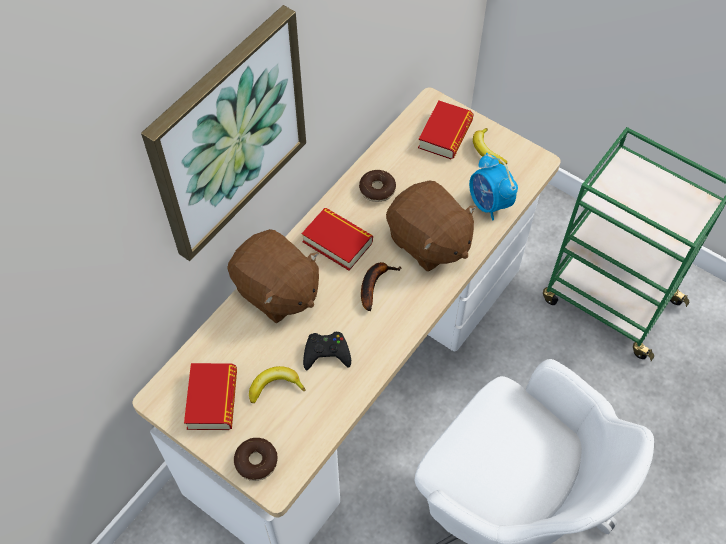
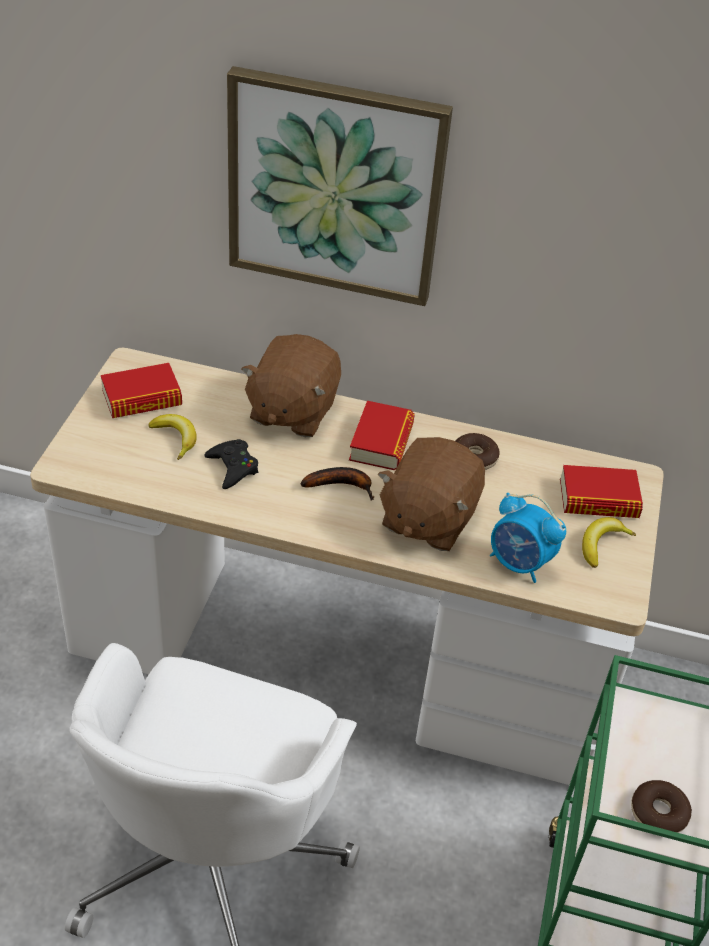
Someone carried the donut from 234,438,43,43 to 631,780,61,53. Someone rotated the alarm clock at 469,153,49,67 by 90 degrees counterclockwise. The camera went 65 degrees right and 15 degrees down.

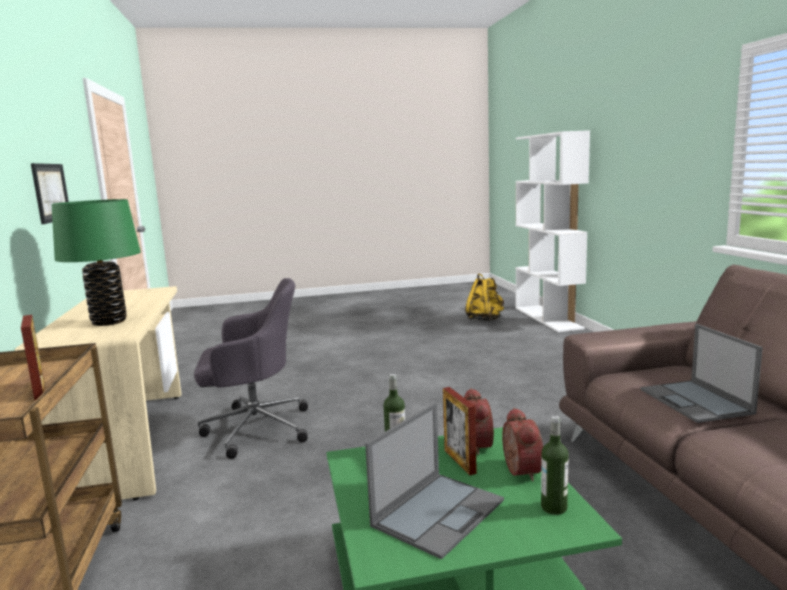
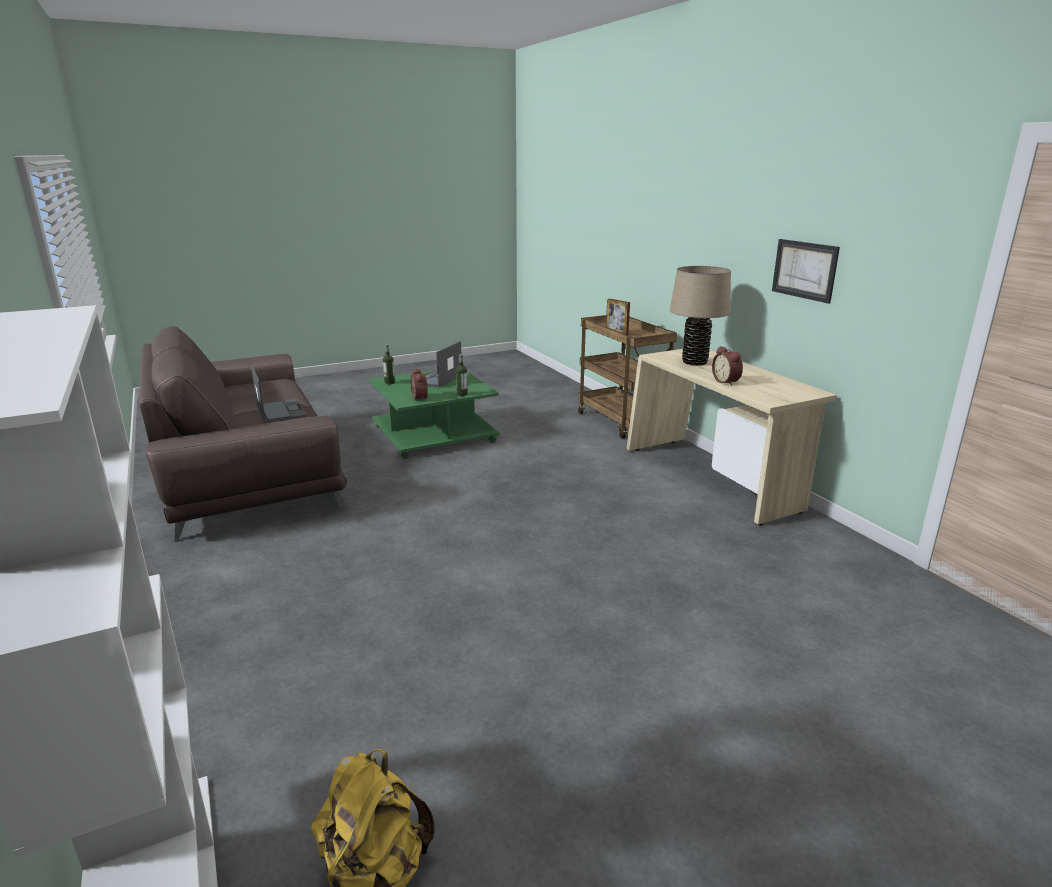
Someone repainted the table lamp/green at 52,199,89,127, which became the table lamp/beige at 670,266,61,100. Someone took away the office chair/grey at 194,278,114,181. Someone took away the picture frame at 443,387,34,88. Someone carried the alarm clock from 502,407,41,75 to 712,346,31,40. The camera went 165 degrees right and 10 degrees up.

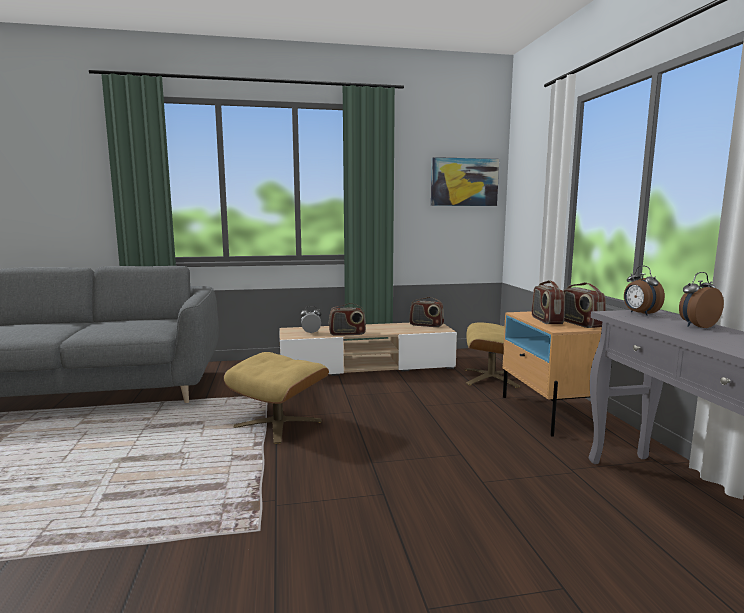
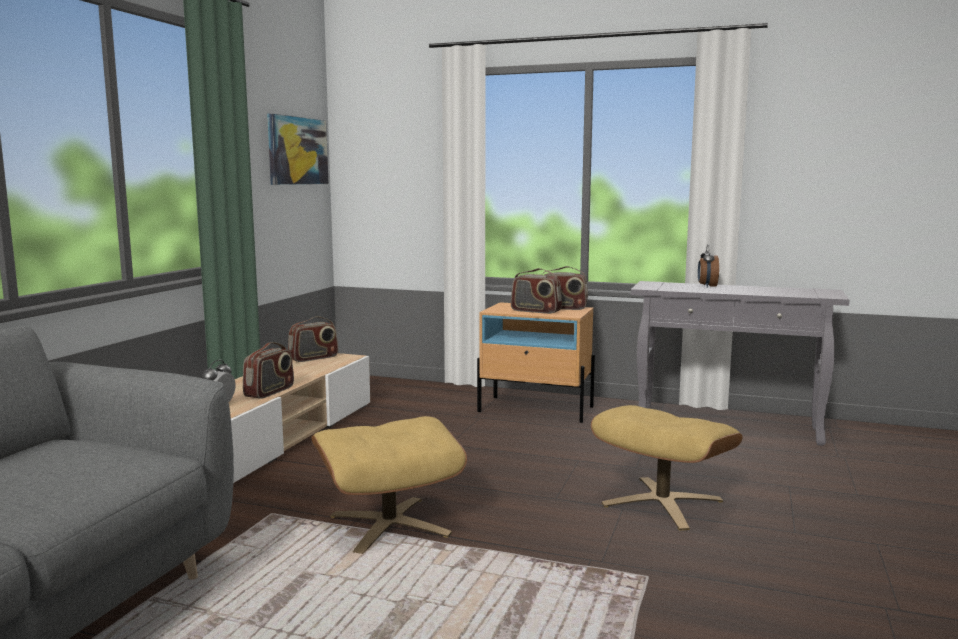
Someone carried the ottoman/beige from 465,322,55,66 to 591,405,152,125. Someone took away the alarm clock at 624,266,41,50. The camera went 60 degrees left and 0 degrees up.

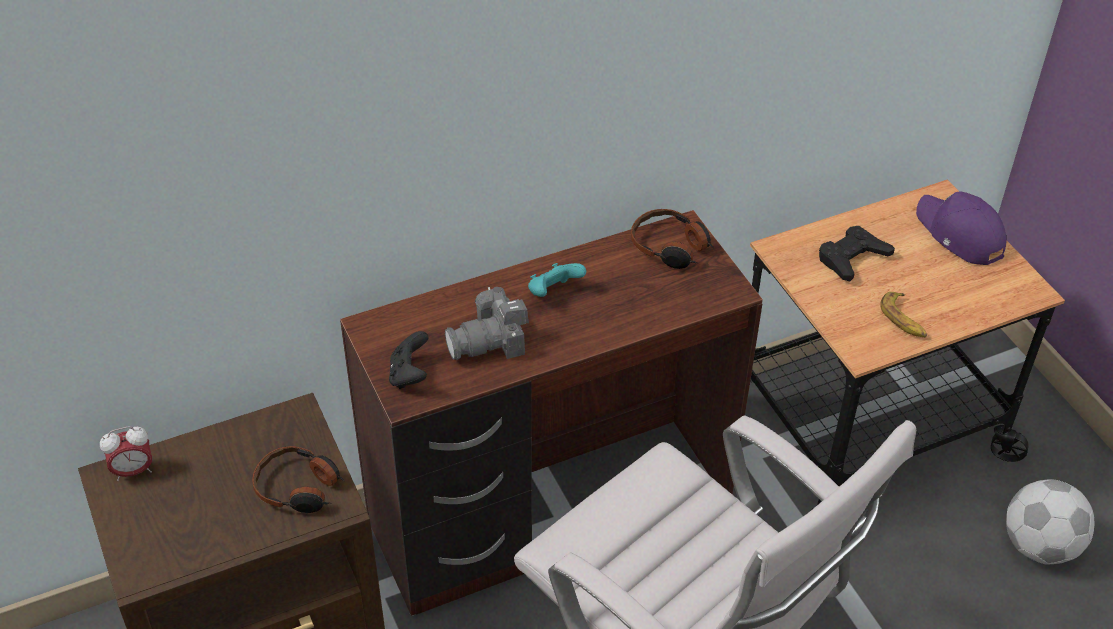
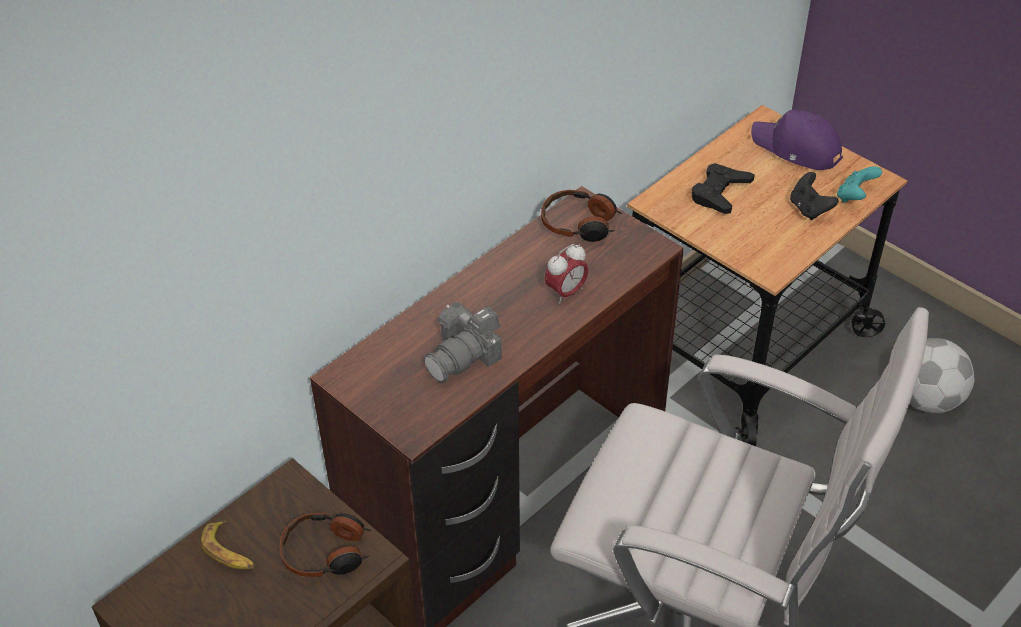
Someone carried the alarm clock from 100,426,52,55 to 545,244,44,60. Someone carried the game controller/black from 389,331,40,58 to 790,172,48,48. Someone carried the game controller/turquoise from 528,263,58,34 to 837,166,45,36. Someone carried the banana from 880,292,47,45 to 200,520,55,49. The camera went 20 degrees left and 0 degrees up.

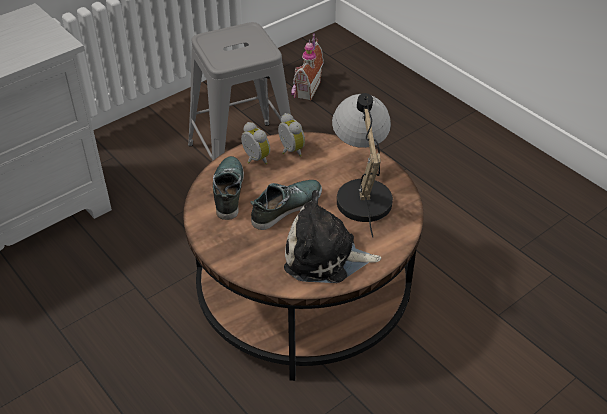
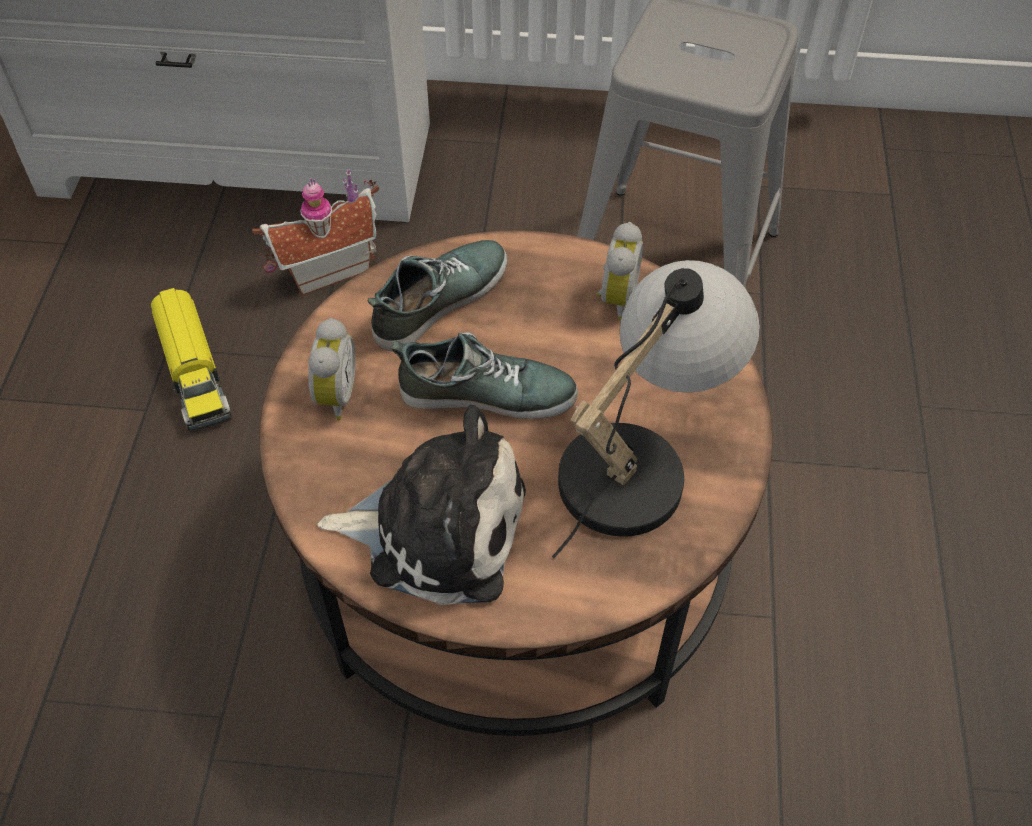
Someone carried the alarm clock from 241,122,29,43 to 308,318,47,102. Someone rotated the plush toy at 284,190,98,93 by 135 degrees clockwise. Someone carried the toy house from 291,33,33,68 to 252,170,127,126. Someone put down the toy truck at 151,288,81,143. The camera went 45 degrees right and 10 degrees up.

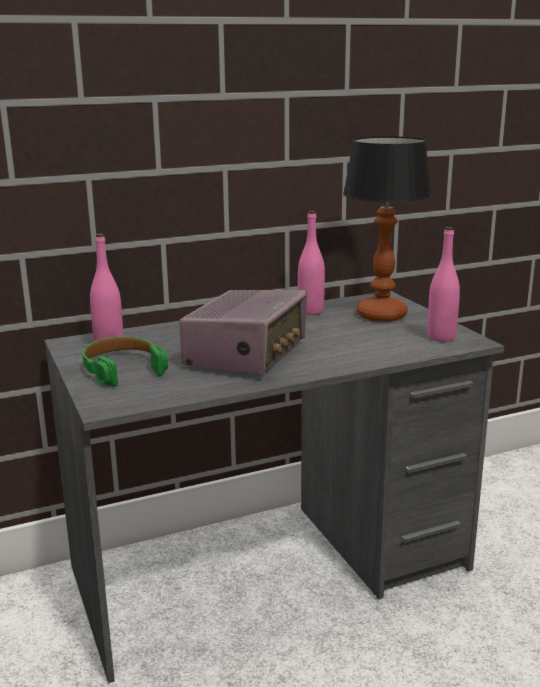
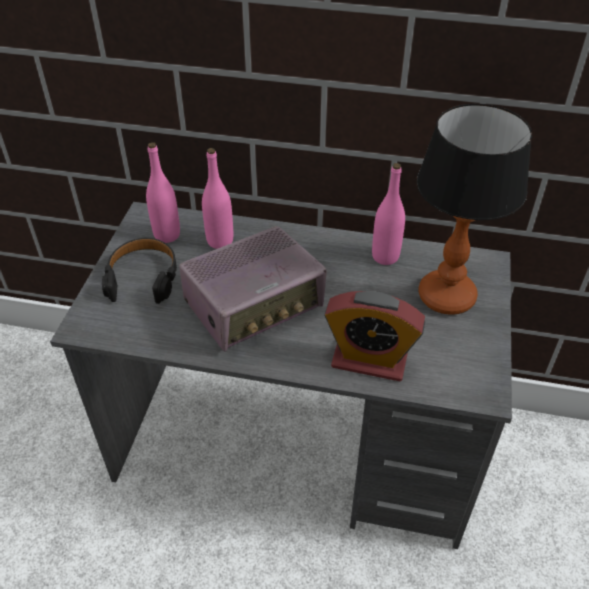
Someone repainted the headphones/green at 83,336,85,51, which became the headphones/black at 102,238,75,66. Someone carried the bottle/pink from 427,227,33,115 to 202,148,31,101. Someone put down the alarm clock at 324,291,101,90. The camera went 35 degrees right and 25 degrees up.

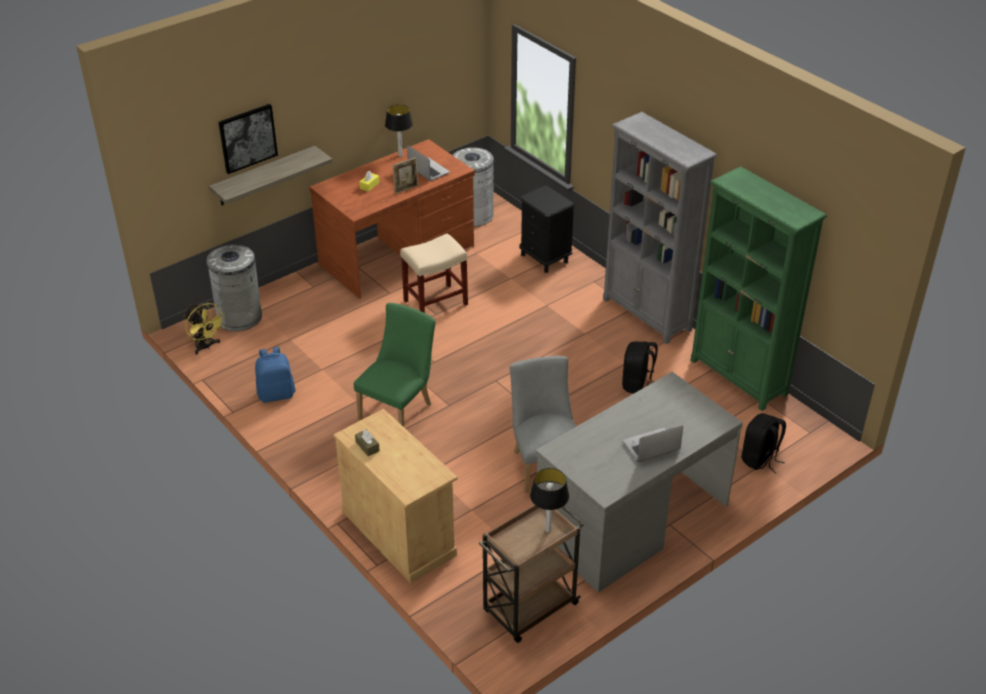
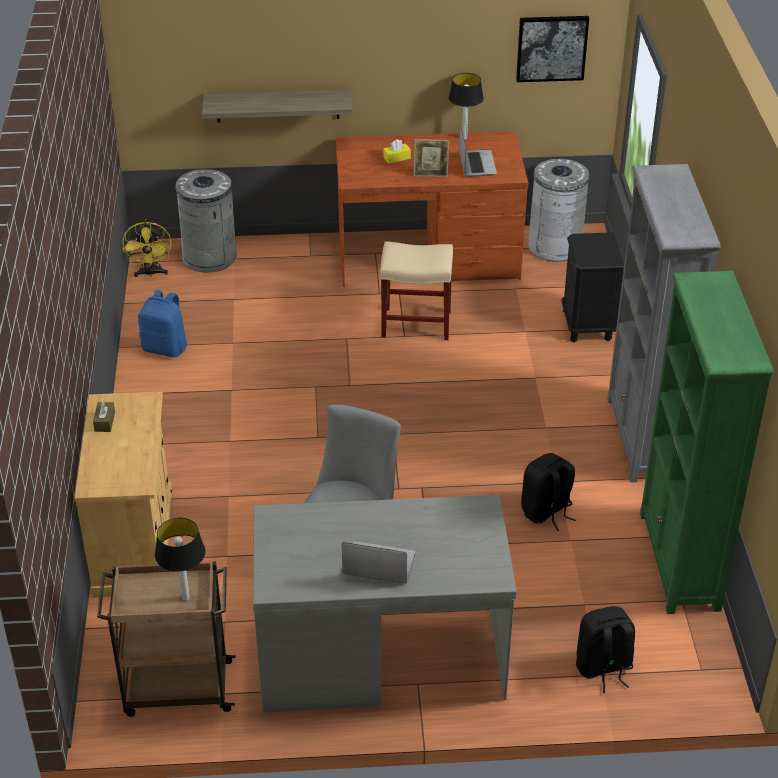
Someone carried the picture from 218,104,60,70 to 516,16,73,66. Someone took away the chair/green at 354,303,81,124. The camera went 35 degrees right and 0 degrees up.

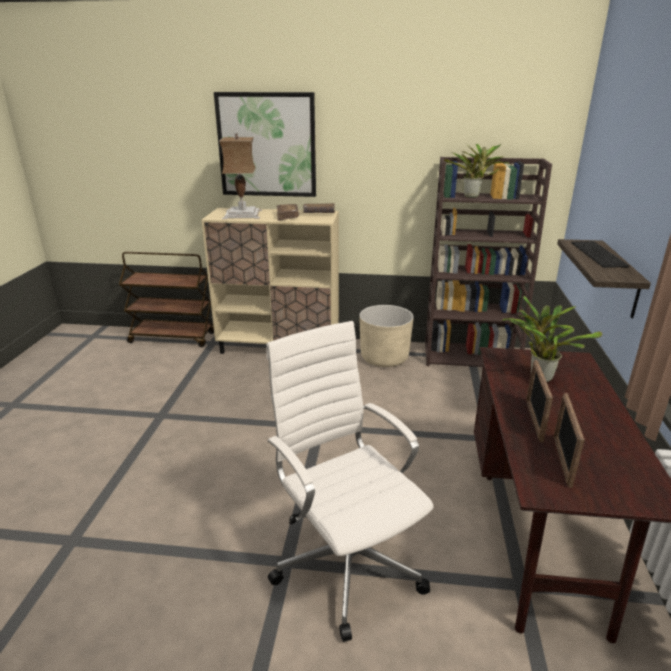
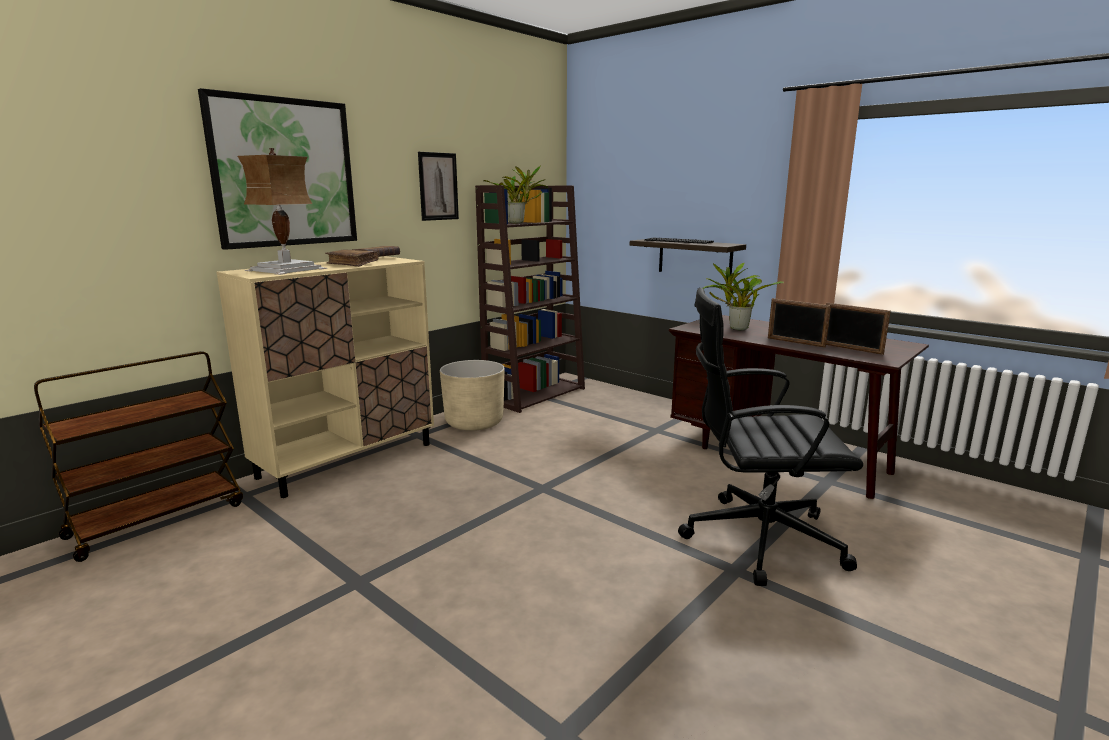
Someone repainted the office chair/white at 266,321,167,321, which became the office chair/black at 678,288,185,298. Someone put up the picture at 418,152,41,69. The camera went 55 degrees left and 10 degrees down.

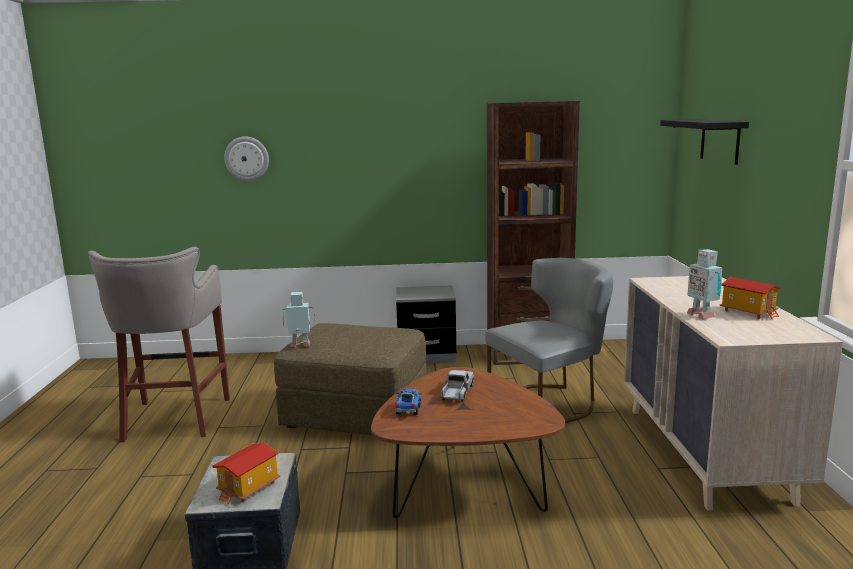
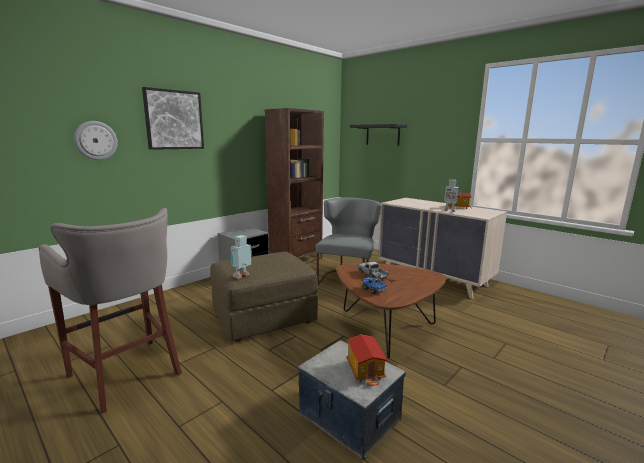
Someone put up the picture at 142,87,62,63. The camera went 45 degrees left and 0 degrees up.

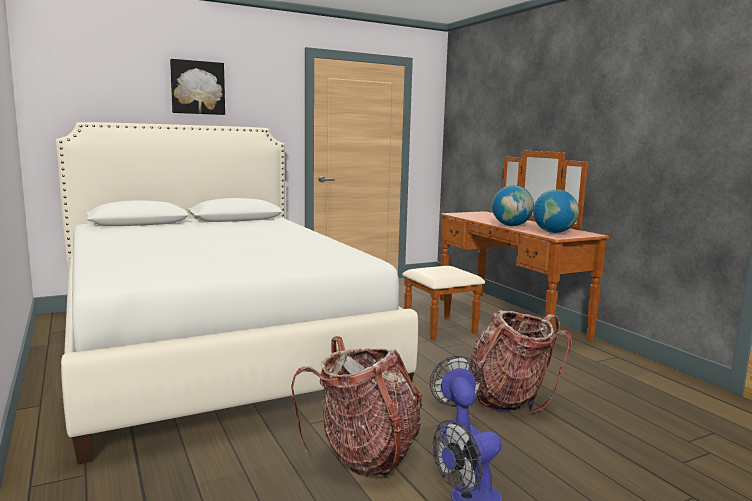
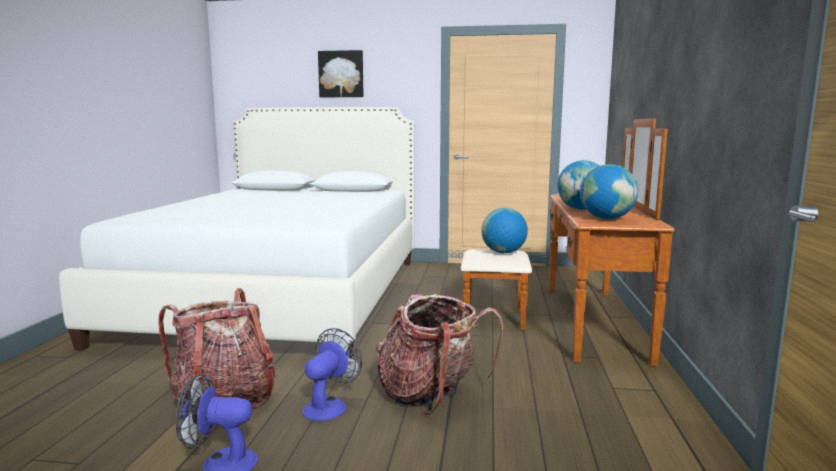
Someone put down the globe at 481,208,47,45. The camera went 35 degrees right and 0 degrees up.

